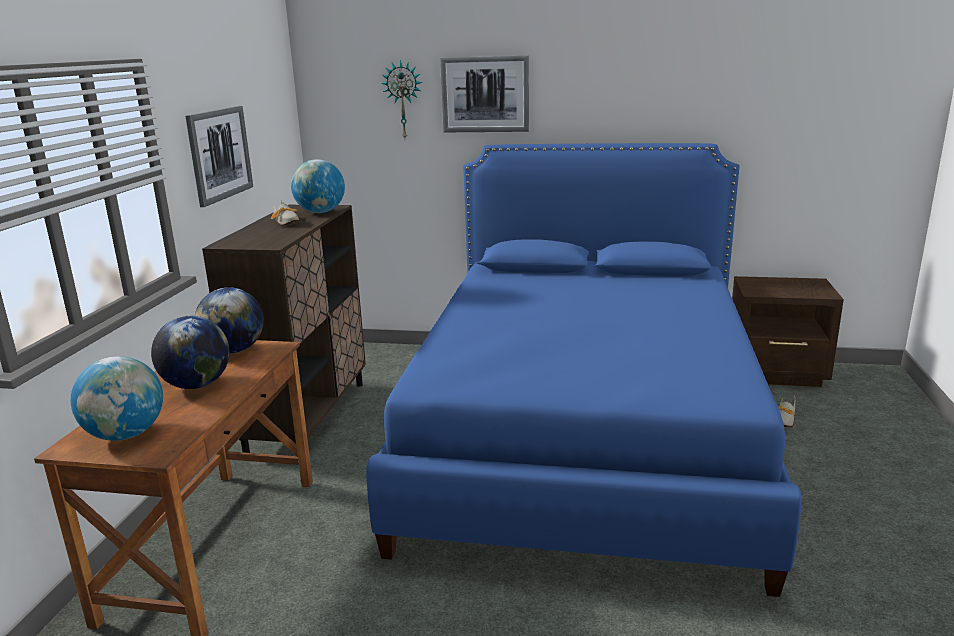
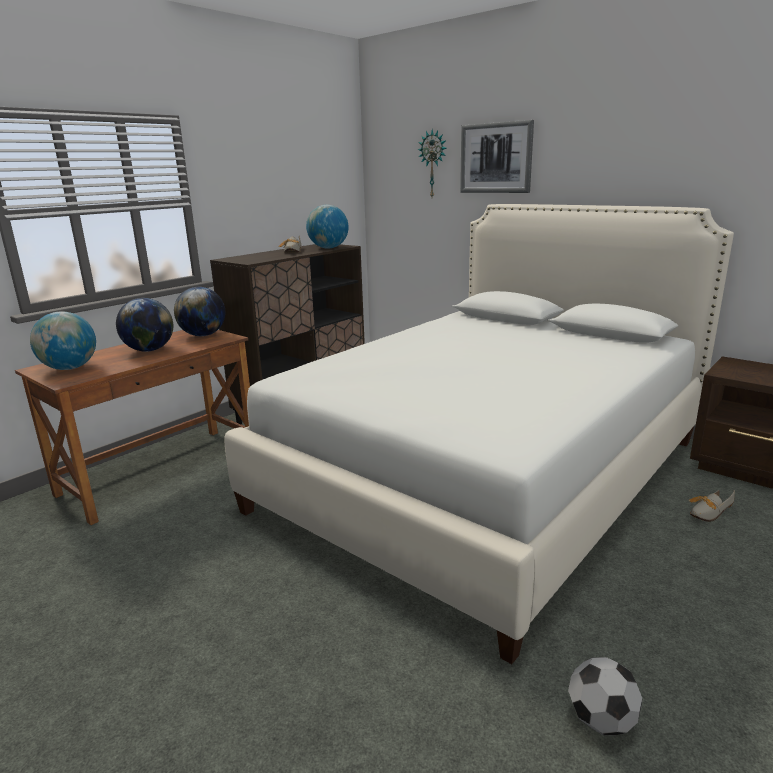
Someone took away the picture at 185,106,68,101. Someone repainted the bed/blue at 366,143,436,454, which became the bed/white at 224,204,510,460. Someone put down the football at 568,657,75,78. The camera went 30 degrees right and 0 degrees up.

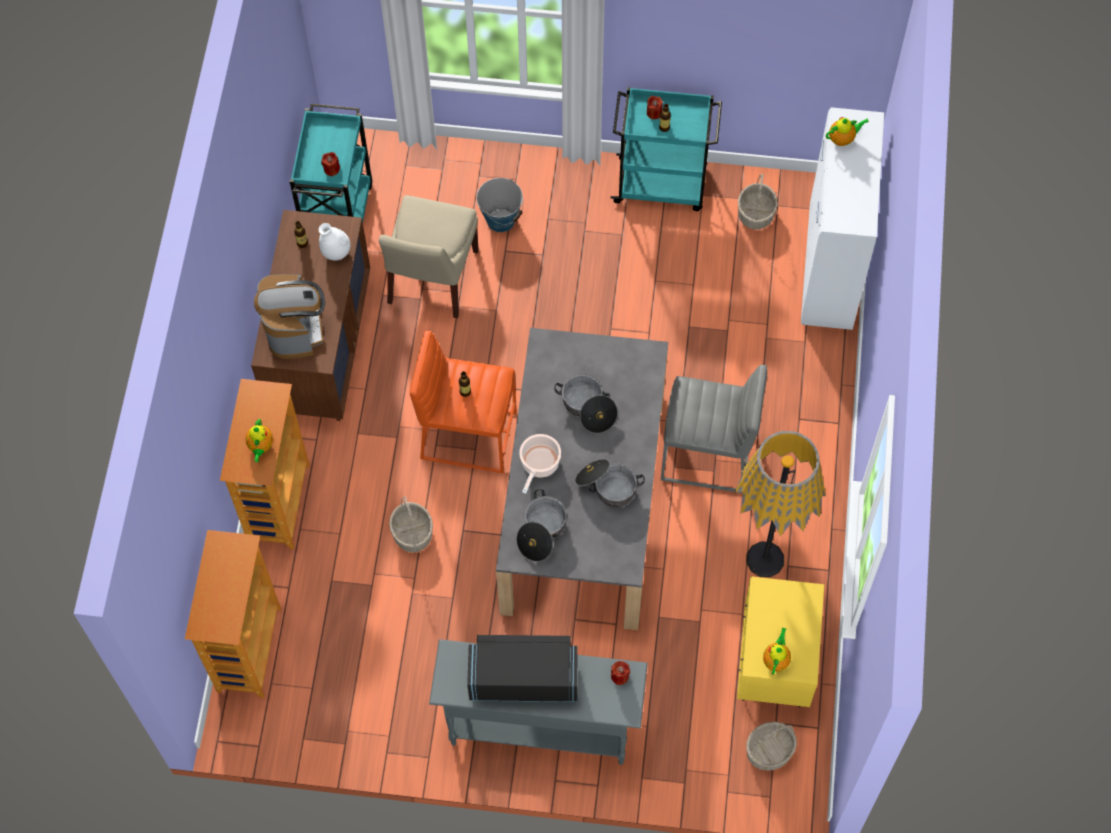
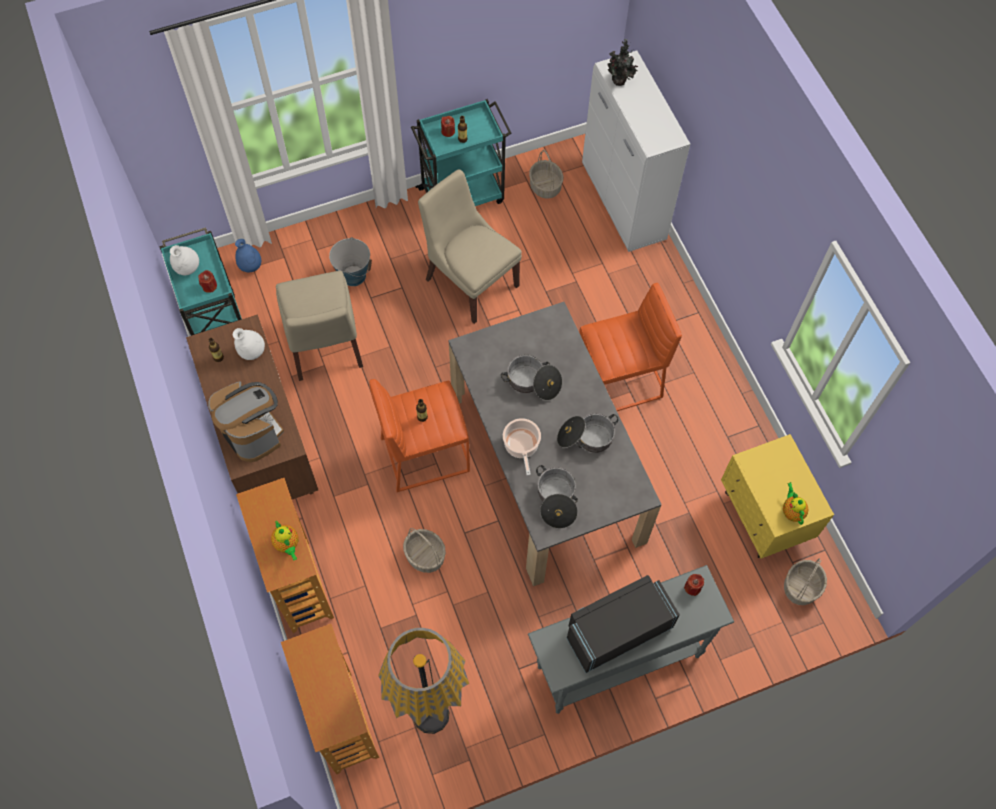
Someone repainted the stool/grey at 661,365,106,128, which became the stool/orange at 579,283,103,128. Someone carried the floor lamp from 735,431,91,146 to 378,628,91,106. Someone swapped the teapot at 826,117,43,29 for the potted plant at 608,39,30,47. Someone put down the vase/white at 170,245,29,30. Someone put down the vase/blue at 235,239,26,33. Someone put down the chair/beige at 418,169,104,155. The camera went 30 degrees left and 0 degrees up.

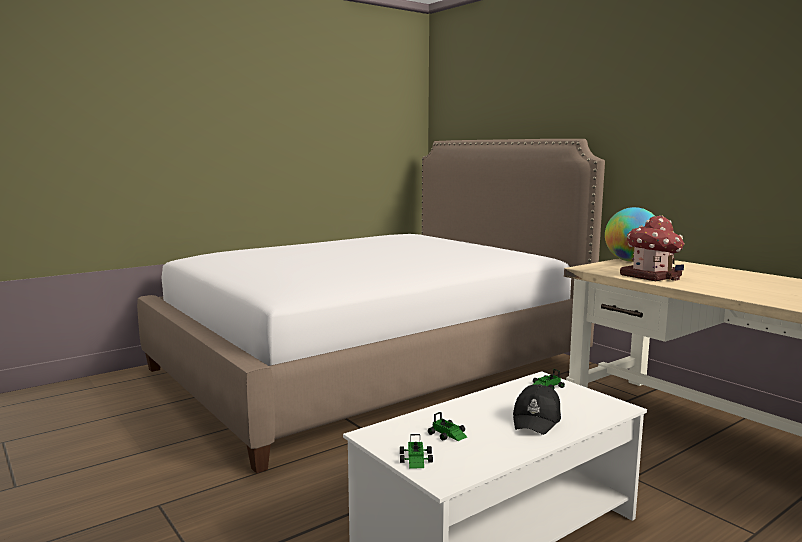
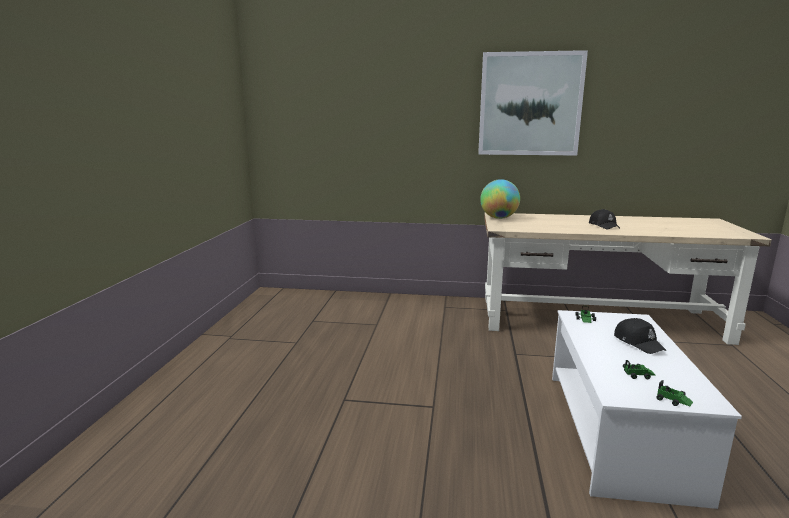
Someone took away the bed at 137,139,468,335. Someone took away the toy house at 620,215,65,66. Someone put up the picture at 478,50,110,106. Someone put down the cap/black at 589,209,31,20. The camera went 45 degrees left and 5 degrees up.

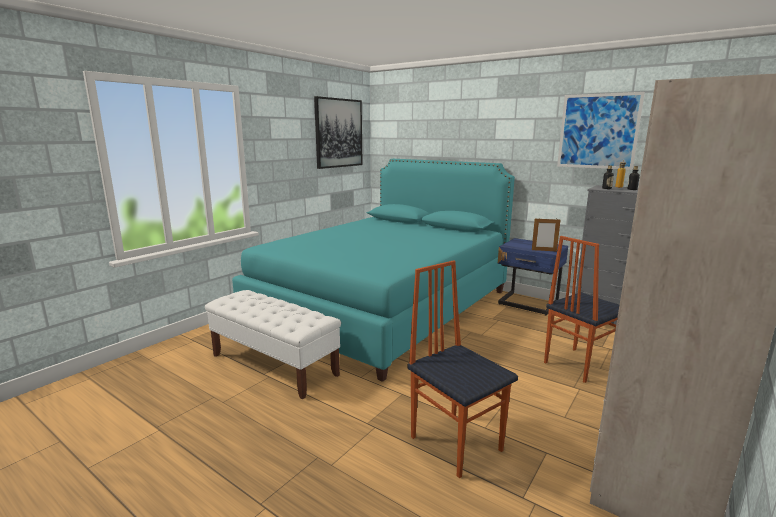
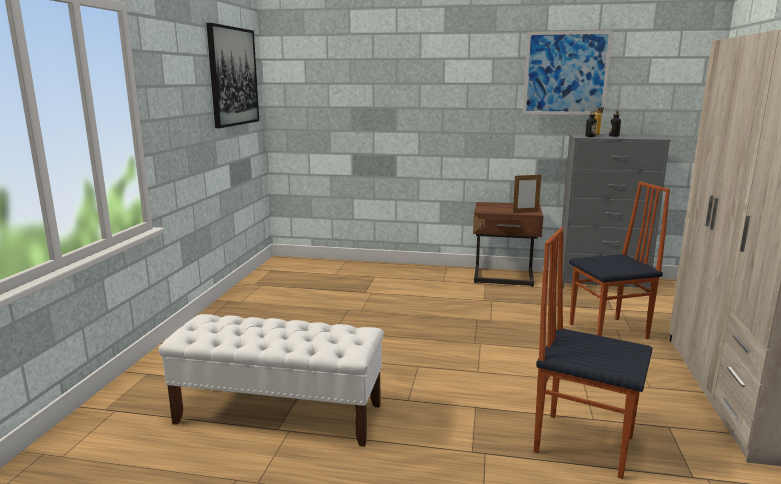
Someone took away the bed/turquoise at 232,159,283,223. Someone repainted the nightstand/blue at 498,238,70,78, which became the nightstand/brown at 473,202,70,85. Someone rotated the chair at 544,236,75,147 by 135 degrees counterclockwise. The camera went 25 degrees left and 0 degrees up.

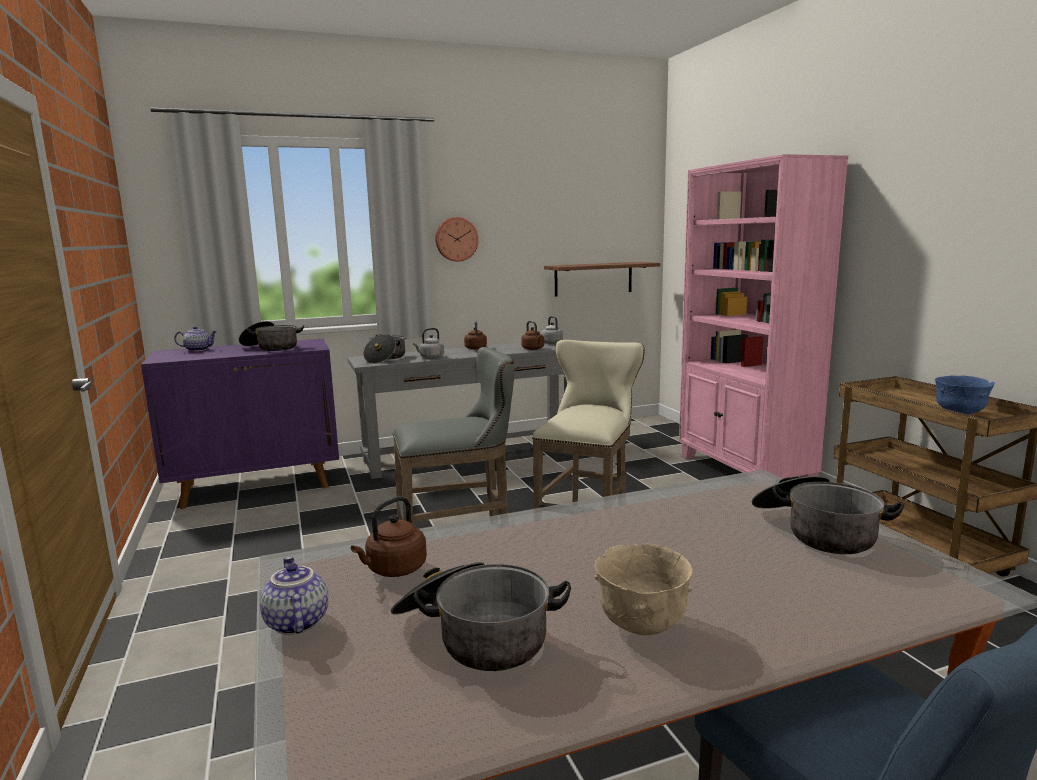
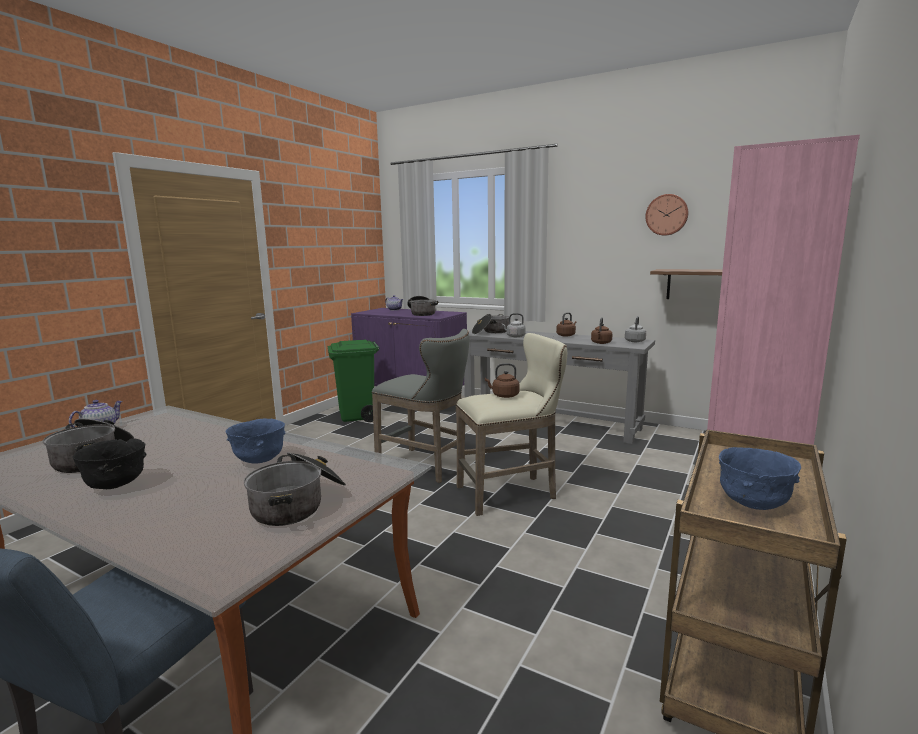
Someone carried the kettle/brown from 351,496,76,81 to 485,363,34,35. Someone carried the wall clock from 435,217,44,44 to 645,194,43,41. Someone repainted the bowl/beige at 594,543,99,92, which became the bowl/black at 72,438,74,51. Someone put down the bowl/blue at 225,418,61,46. Someone put down the trash can/green at 328,340,51,82. The camera went 50 degrees right and 0 degrees up.

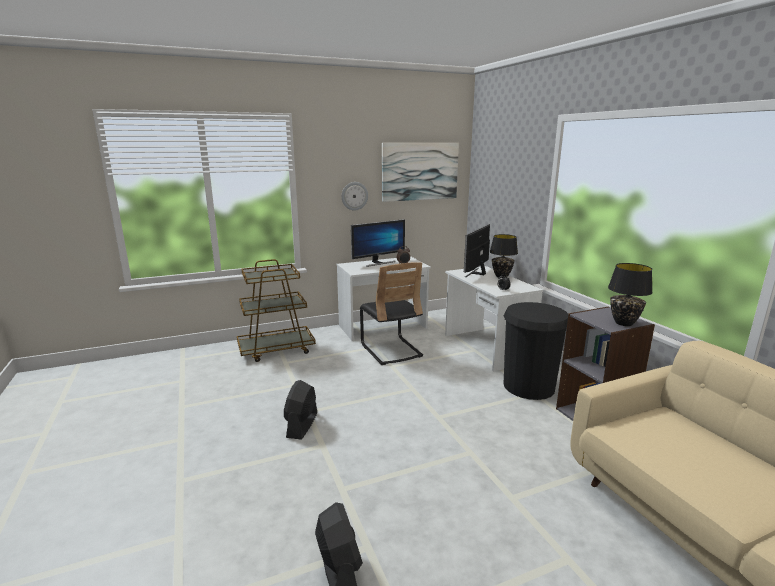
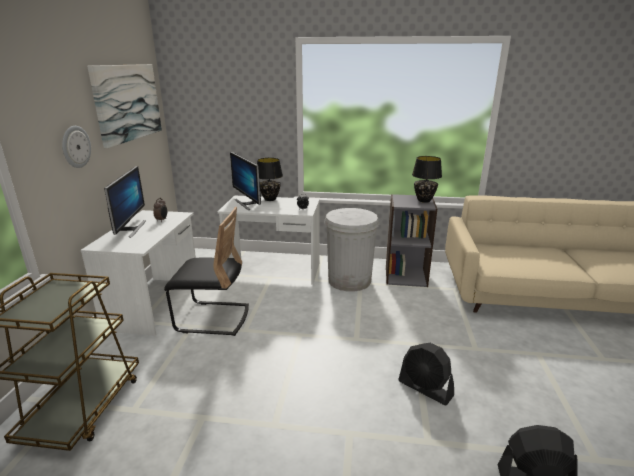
Someone carried the fan/black from 284,380,33,60 to 398,343,56,63. Someone repainted the trash can/black at 504,302,64,98, which became the trash can/white at 324,208,55,84. The camera went 60 degrees left and 5 degrees up.

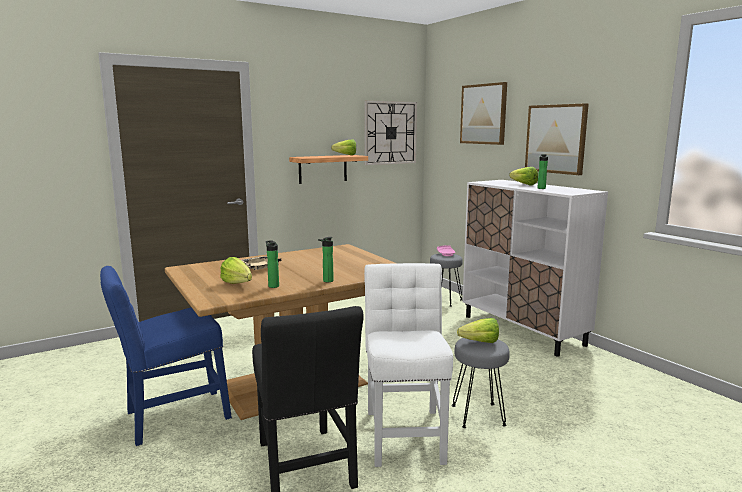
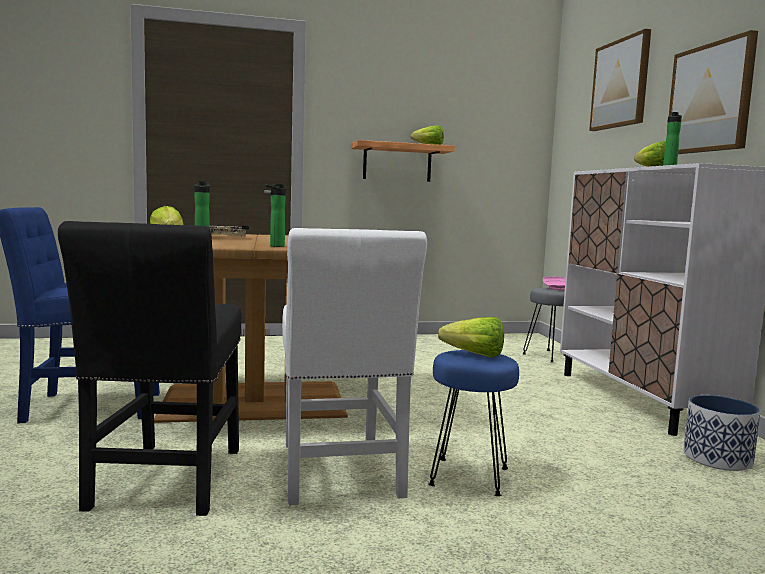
Someone took away the wall clock at 364,100,53,65. Someone rotated the chair/white at 364,263,89,204 by 150 degrees clockwise. Someone repainted the stool/grey at 452,338,58,90, which became the stool/blue at 428,350,91,146. Someone put down the planter at 683,395,77,76. The camera went 20 degrees right and 5 degrees down.

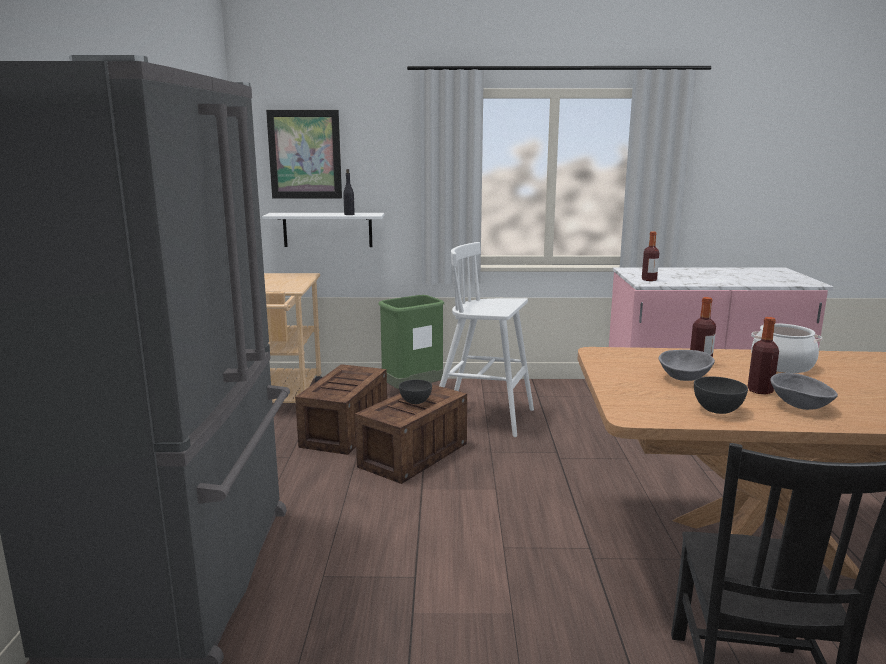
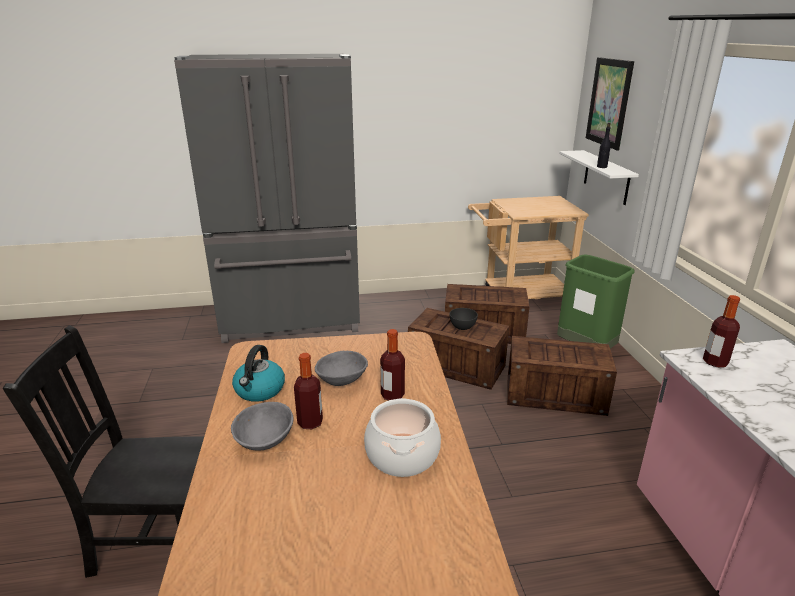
Someone swapped the stool/white at 439,242,95,195 for the crate at 507,336,110,80. Someone swapped the bowl/grey at 694,376,54,38 for the kettle at 232,345,53,57. The camera went 80 degrees right and 10 degrees up.

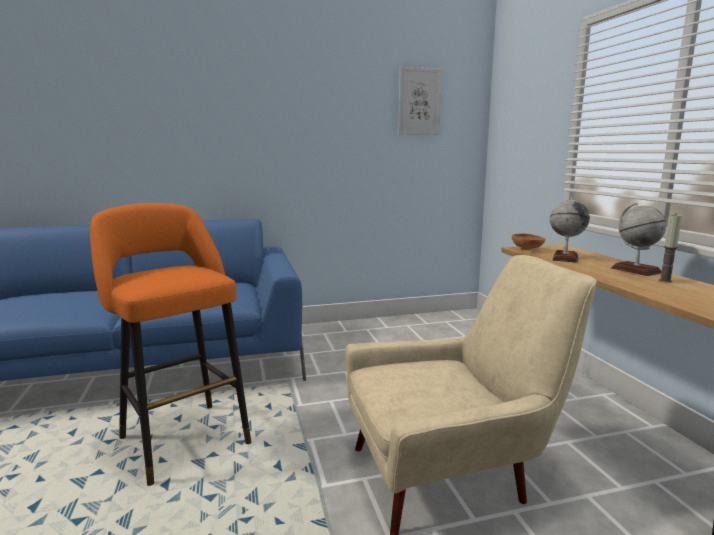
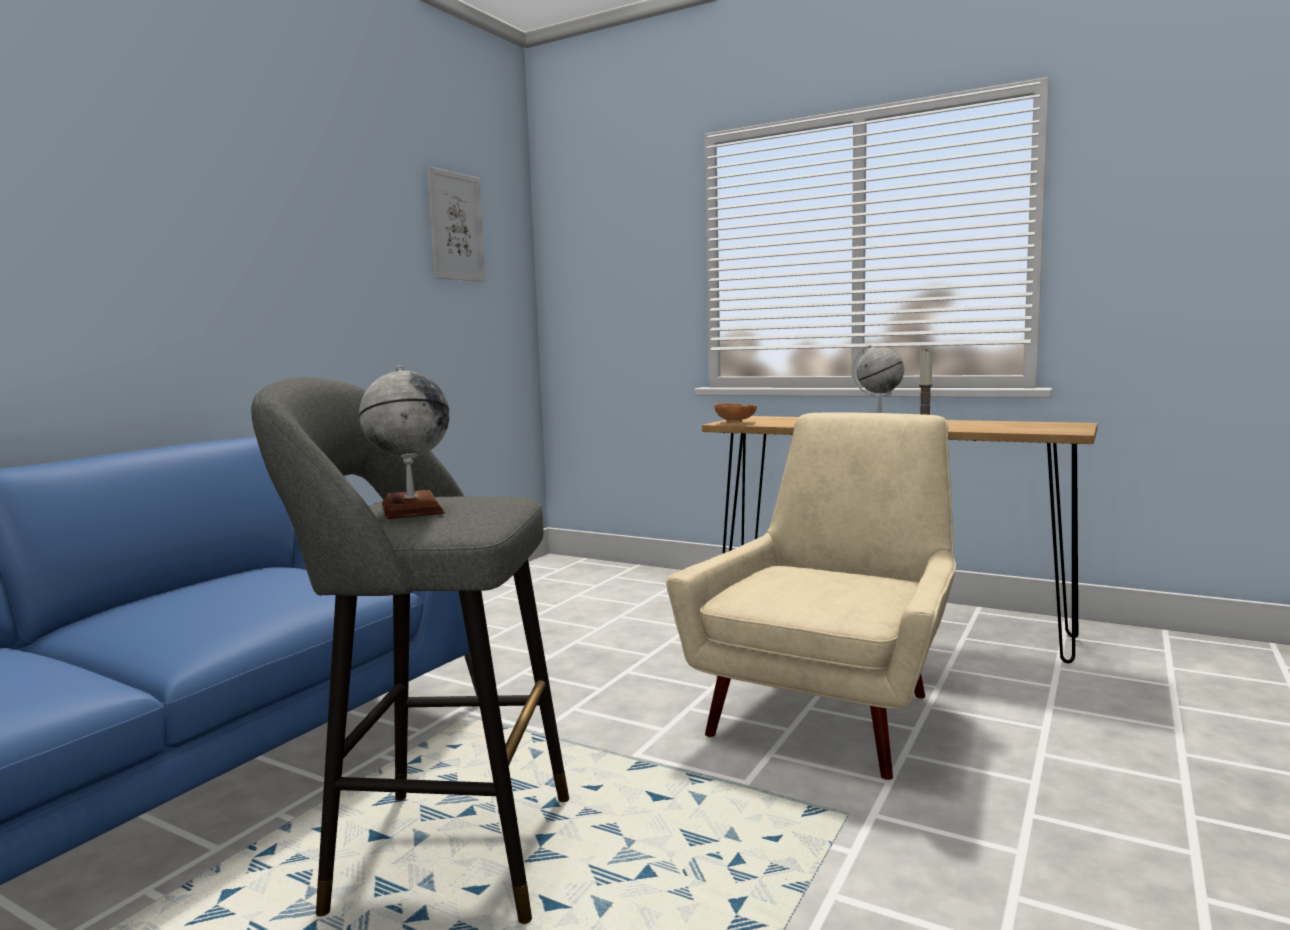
Someone repainted the stool/orange at 90,203,161,283, which became the stool/grey at 251,377,318,547. Someone carried the globe from 550,197,40,66 to 359,365,90,154. The camera went 45 degrees left and 5 degrees down.

